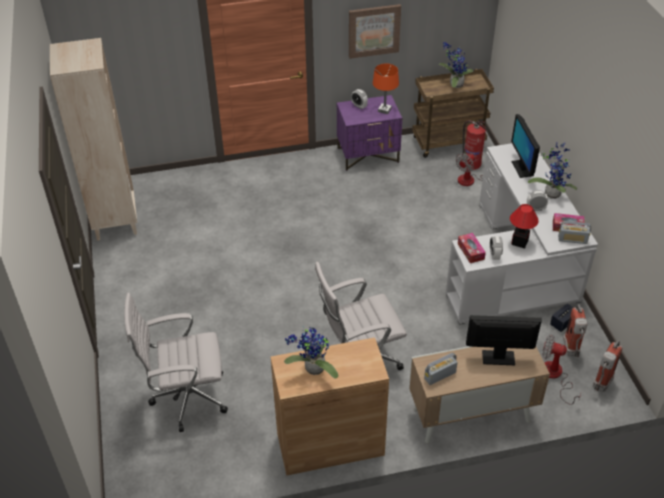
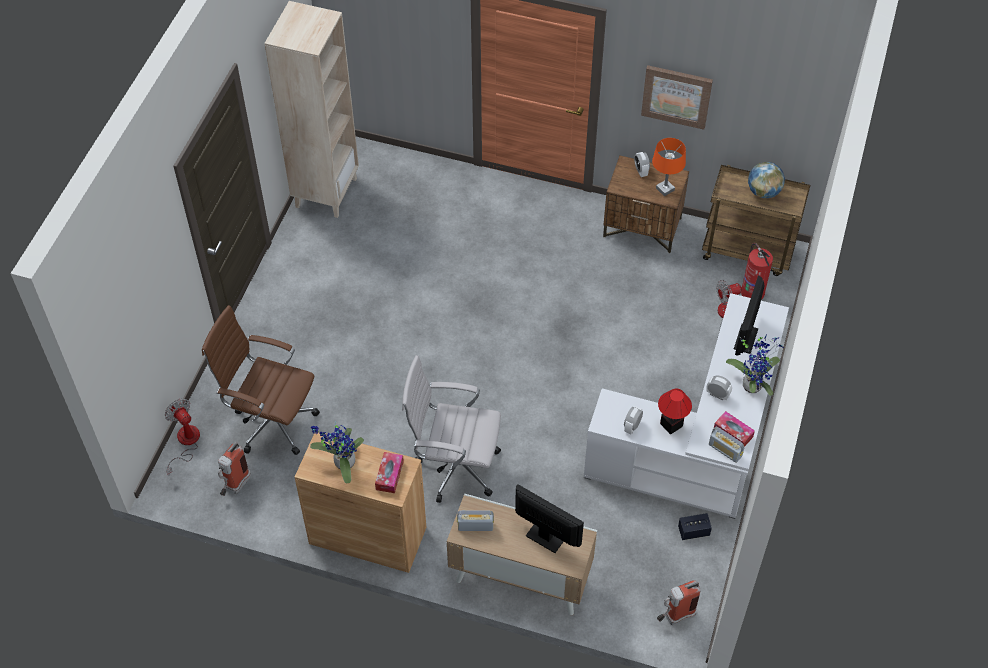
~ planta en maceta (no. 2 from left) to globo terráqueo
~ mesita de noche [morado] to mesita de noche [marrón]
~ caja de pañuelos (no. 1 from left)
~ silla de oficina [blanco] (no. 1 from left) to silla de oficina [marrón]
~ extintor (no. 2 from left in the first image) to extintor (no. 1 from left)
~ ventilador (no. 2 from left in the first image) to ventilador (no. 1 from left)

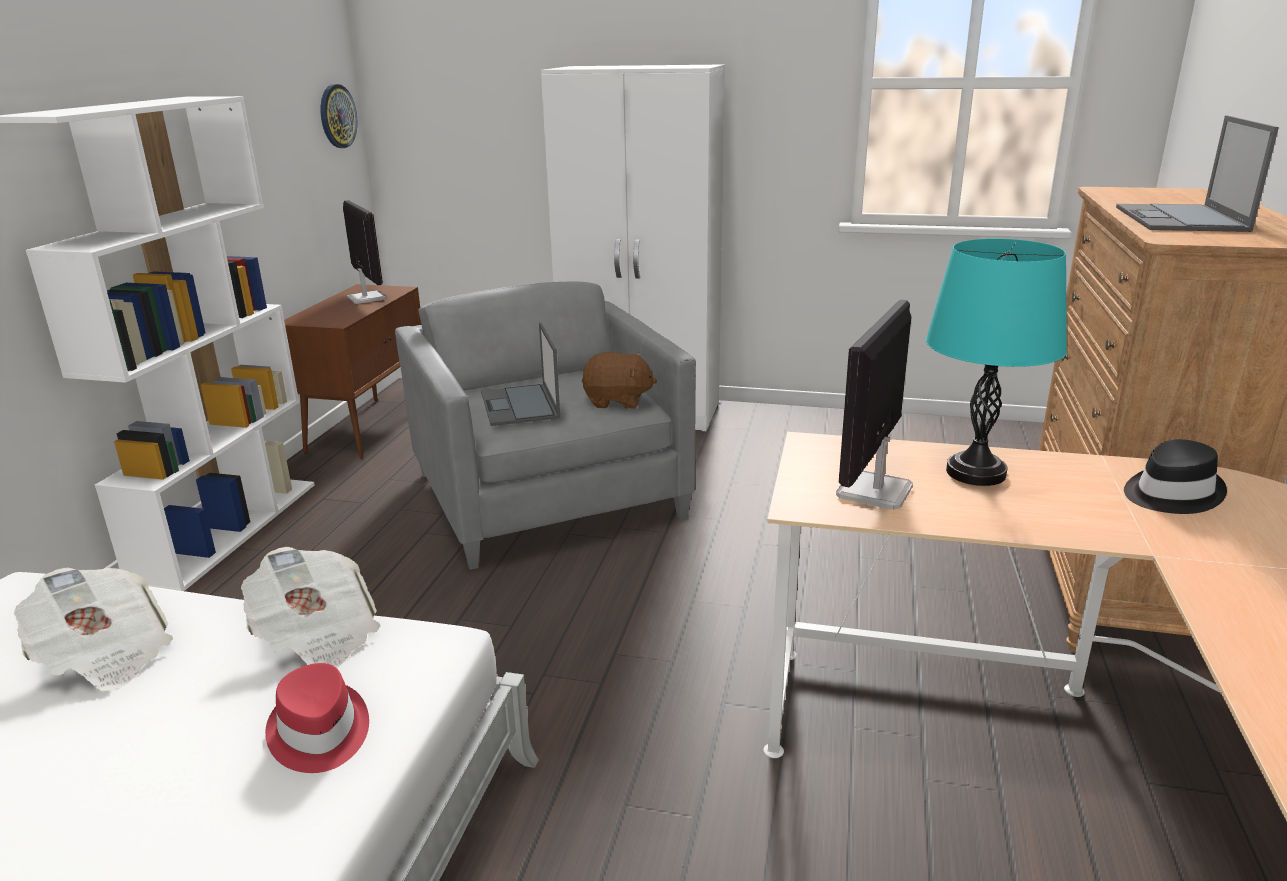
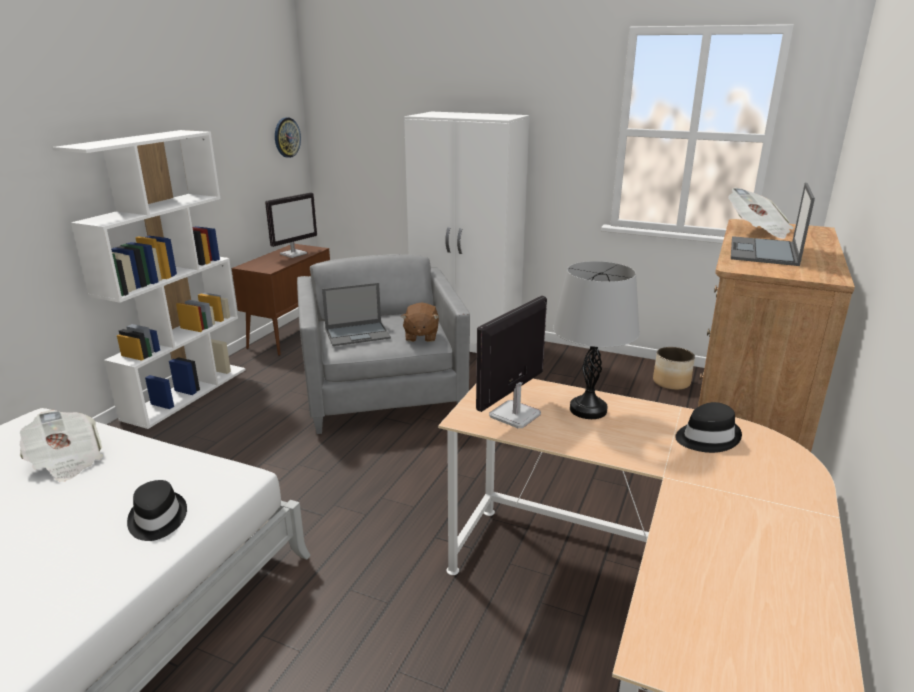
~ monitor (no. 1 from left) 60 degrees clockwise
~ lámpara de mesa [turquesa] to lámpara de mesa [gris]
~ portátil (no. 1 from left) 105 degrees counterclockwise
~ peluche [marrón] 75 degrees clockwise
~ periódico (no. 2 from left)
~ sombrero [rojo] to sombrero [negro] (no. 1 from left)
+ maceta

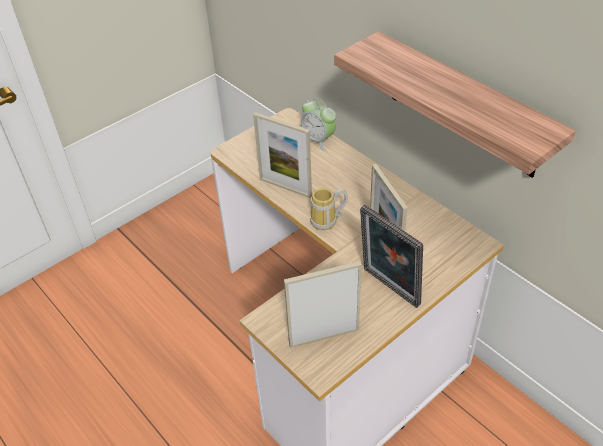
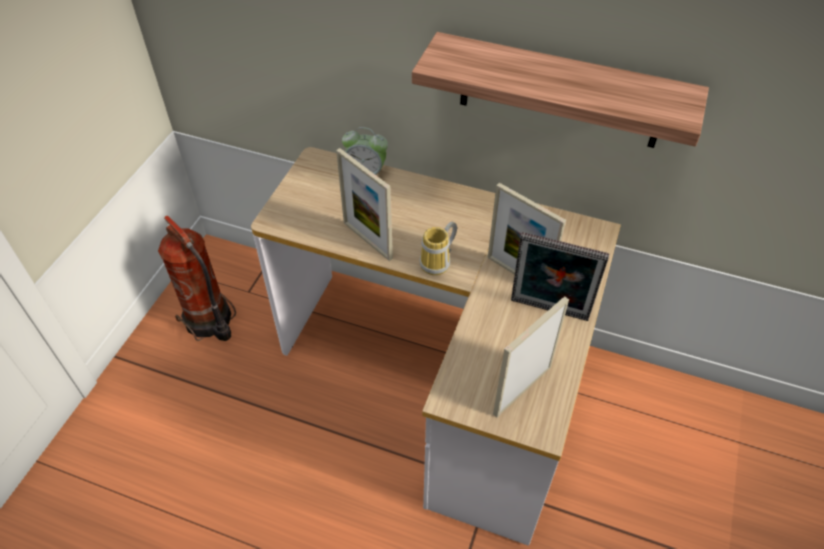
~ portarretratos (no. 1 from left) 45 degrees clockwise
+ extintor

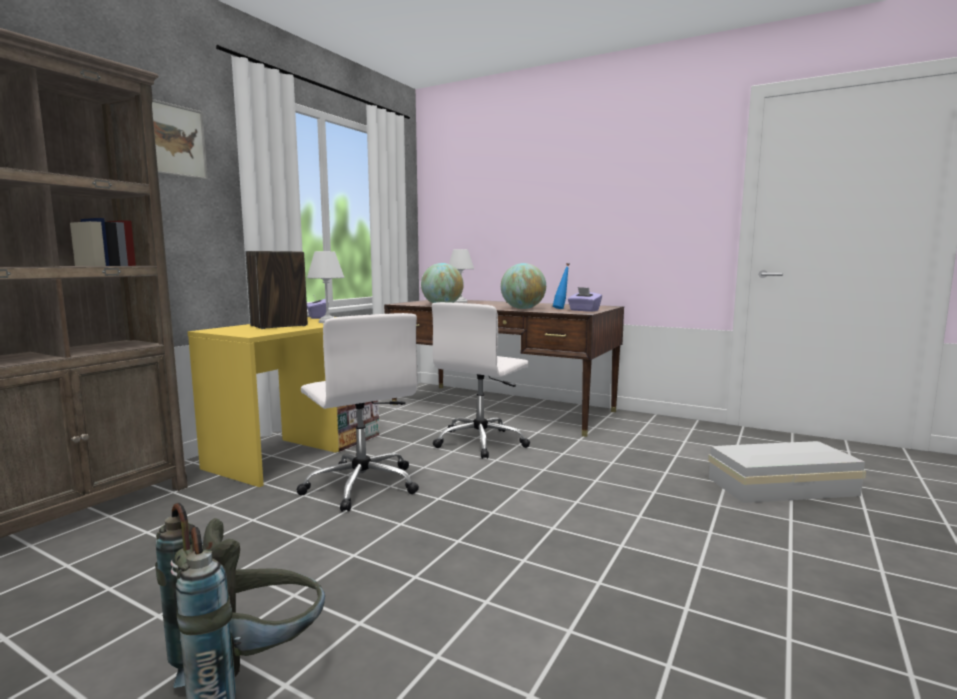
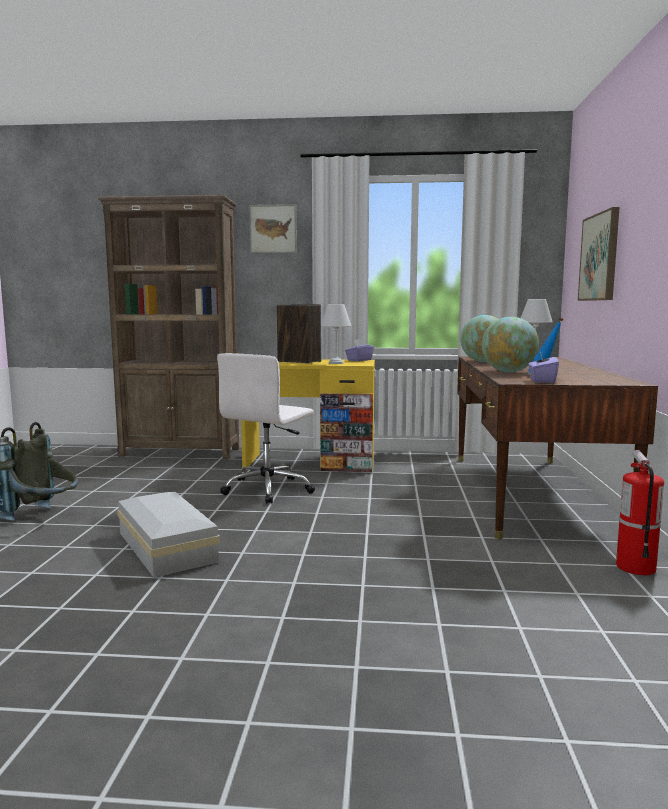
- silla de oficina [blanco] (no. 2 from left)
~ caja de almacenaje [blanco]
+ cuadro (no. 2 from left)
+ extintor

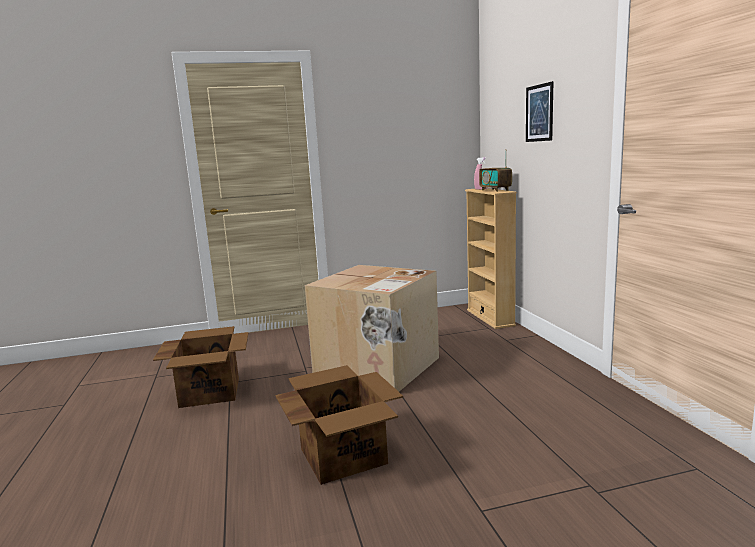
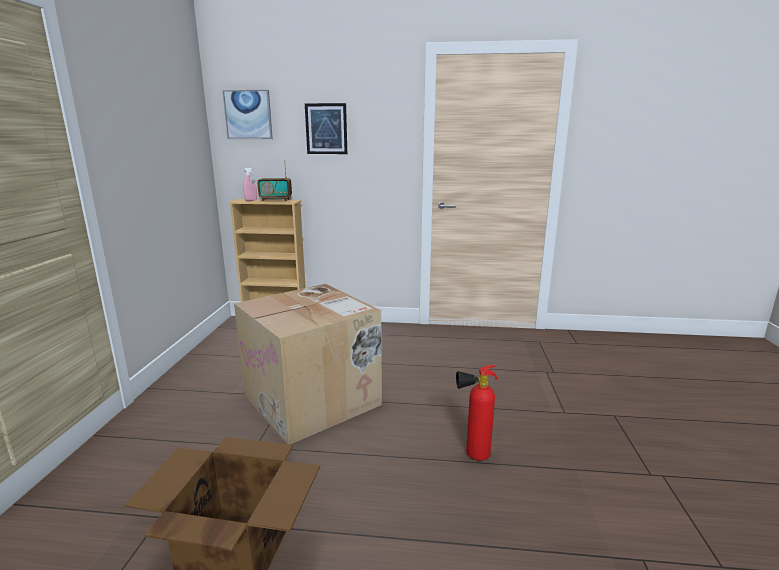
~ caja de cartón (no. 2 from left) to extintor
+ cuadro (no. 1 from left)

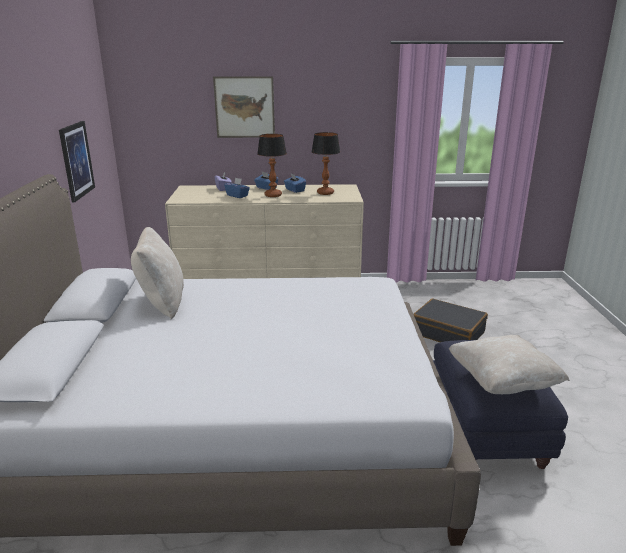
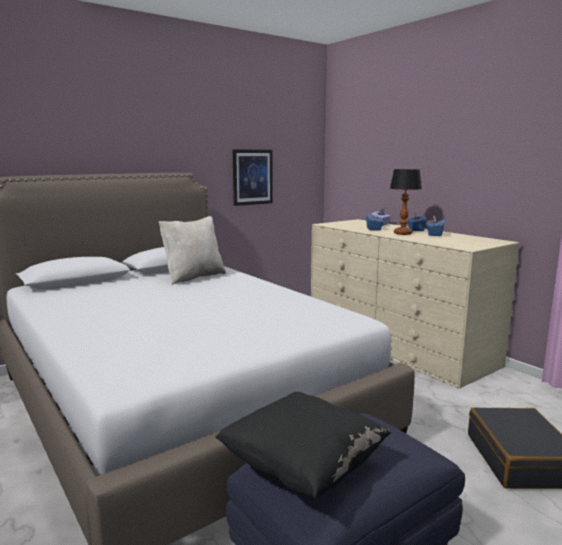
- cuadro (no. 2 from left)
- lámpara de mesa (no. 2 from left)
~ cojín [beis] (no. 2 from left) to cojín [negro]

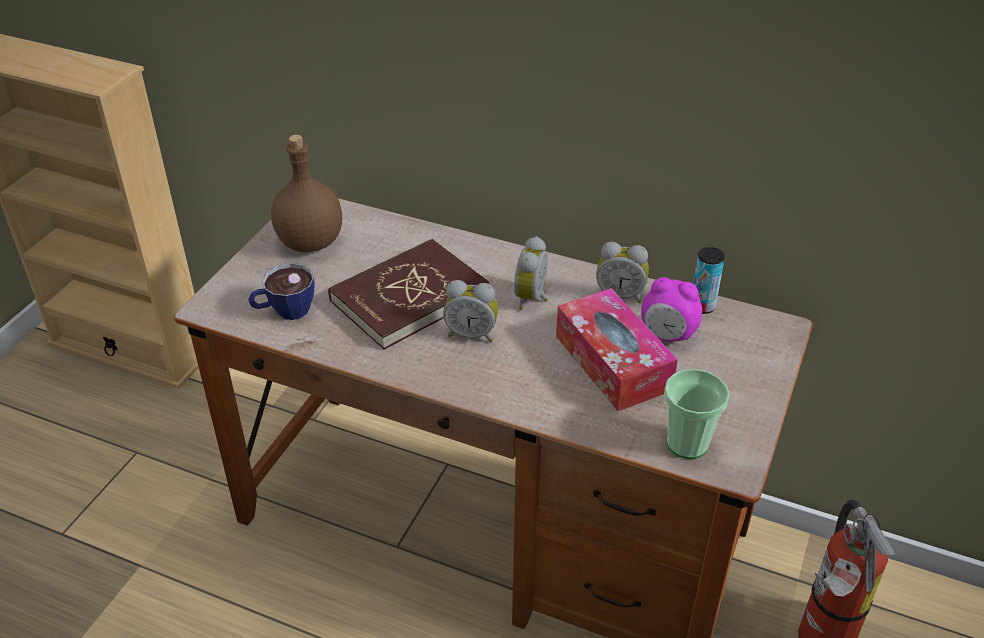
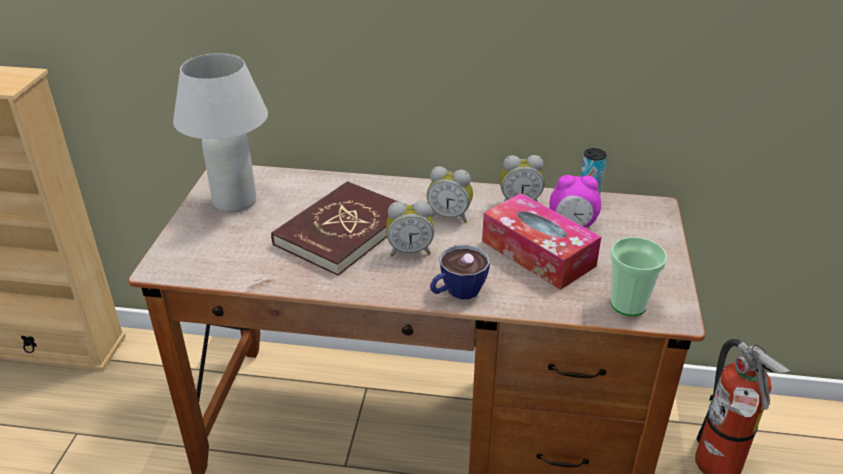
~ botella [marrón] to lámpara de mesa [blanco]
~ despertador (no. 2 from left) 75 degrees counterclockwise
~ taza (no. 1 from left)

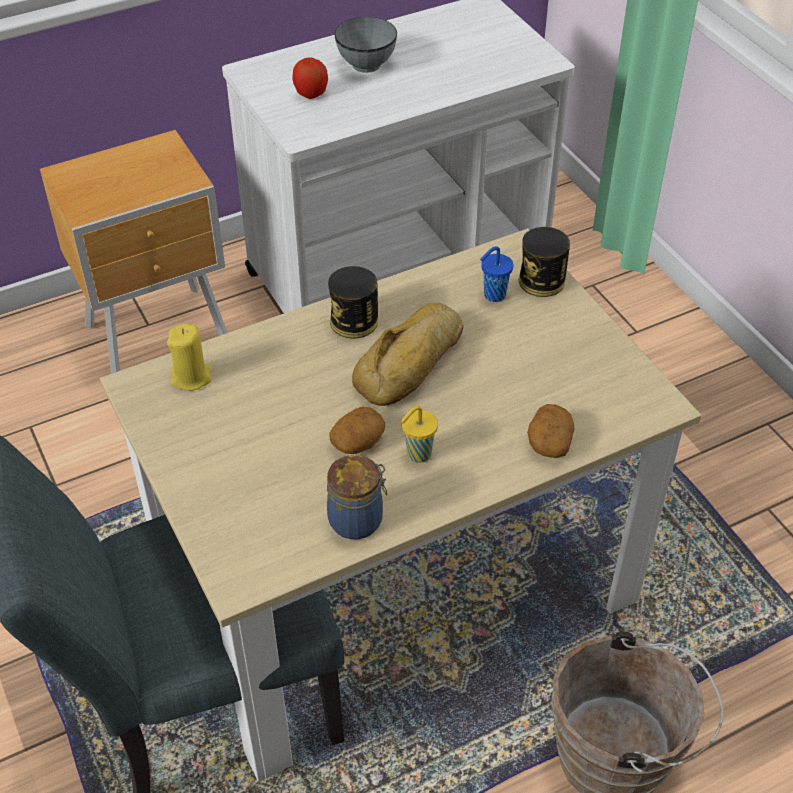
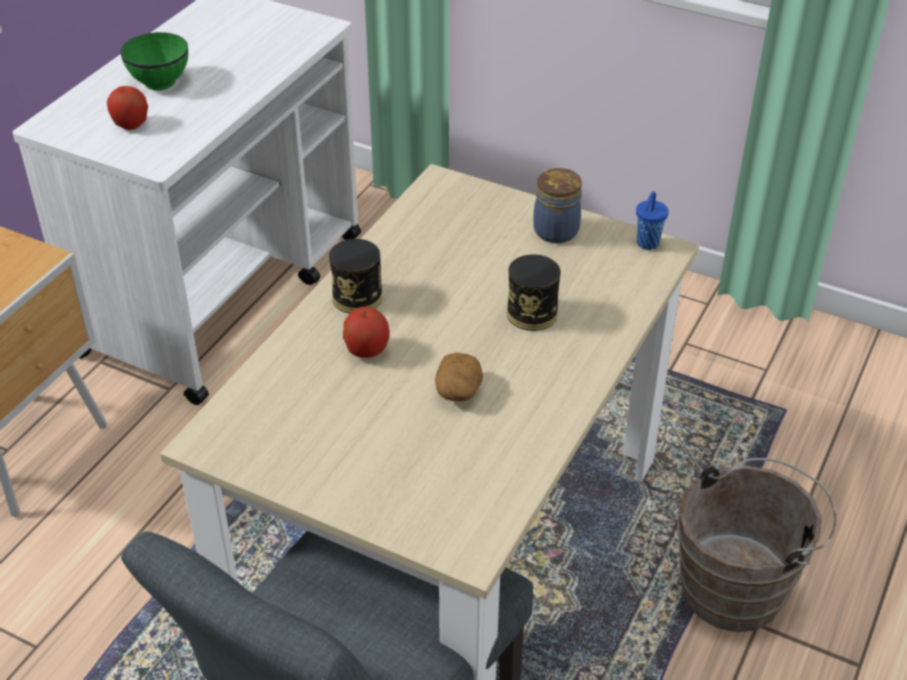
~ cuenco [gris] to cuenco [verde]
~ lata (no. 2 from left)
~ taza [azul]
- pan
- vela [amarillo]
- patata (no. 2 from left)
- taza [amarillo]
~ tarro
+ manzana (no. 2 from left)

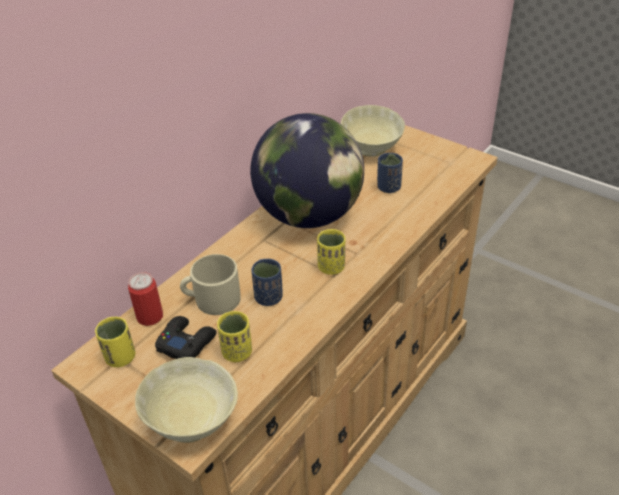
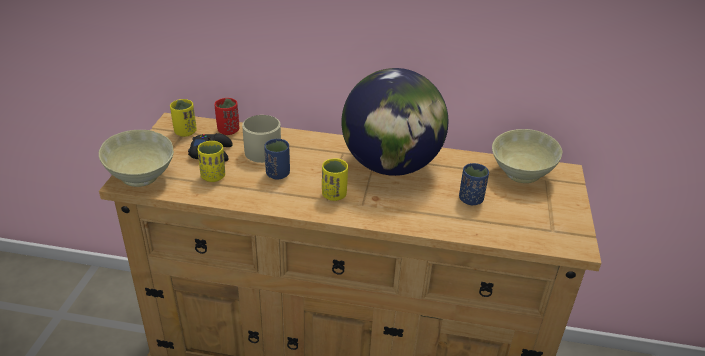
~ lata to taza [rojo]

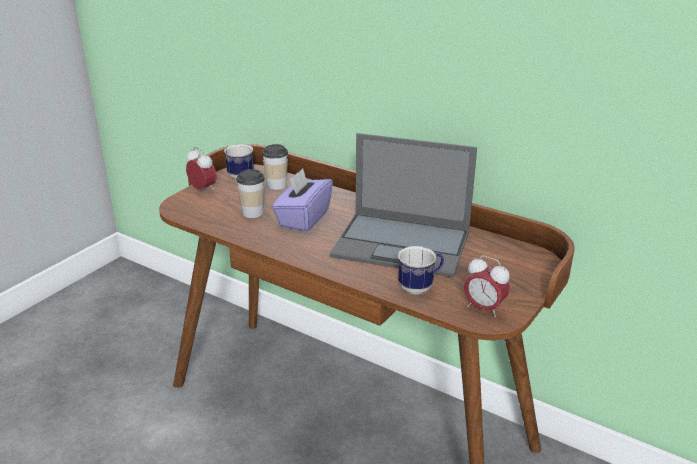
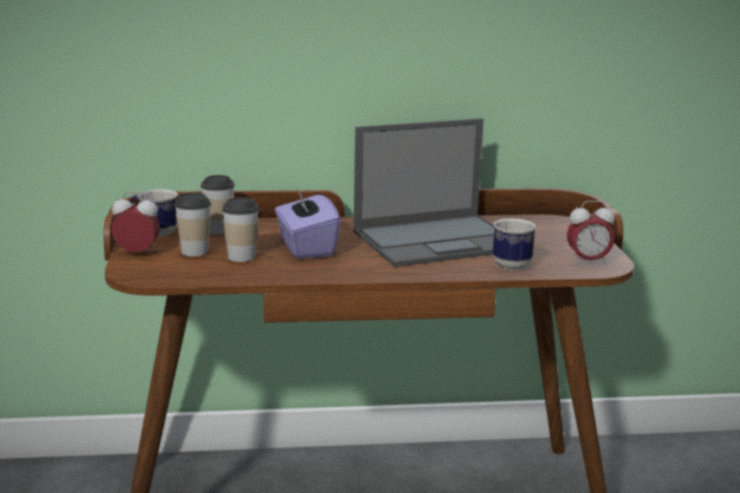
+ taza (no. 1 from left)

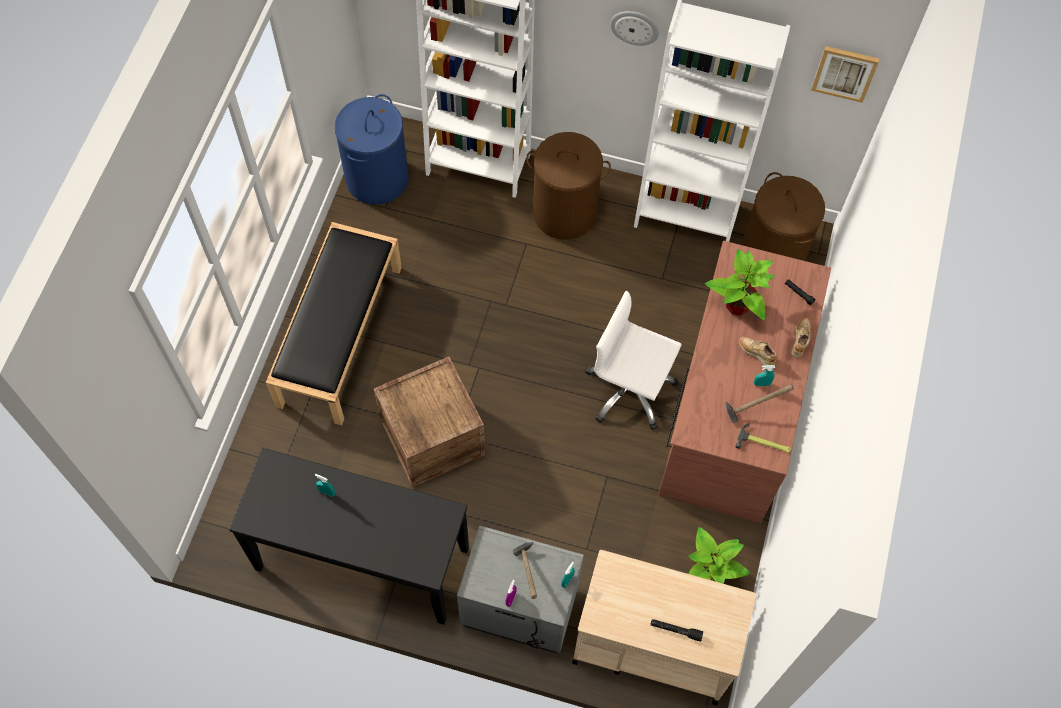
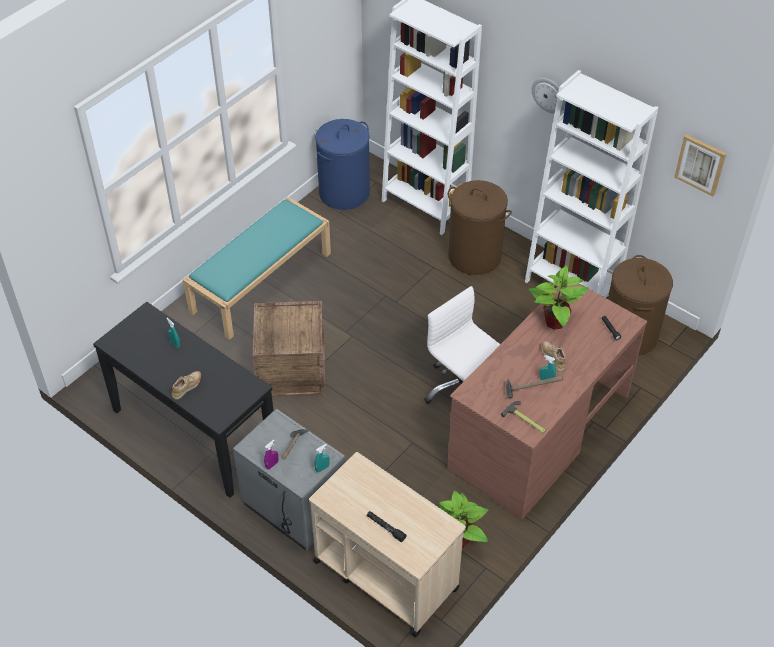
~ banco [negro] to banco [turquesa]
~ zapato [beis] (no. 2 from left in the first image) to zapato [beis] (no. 1 from left)

